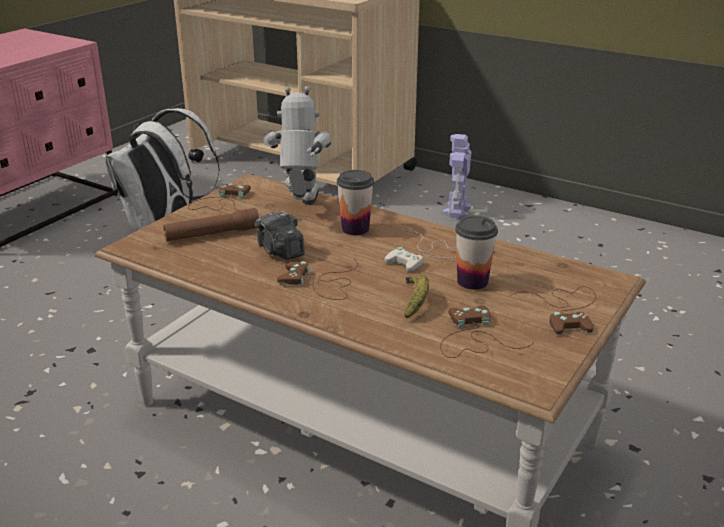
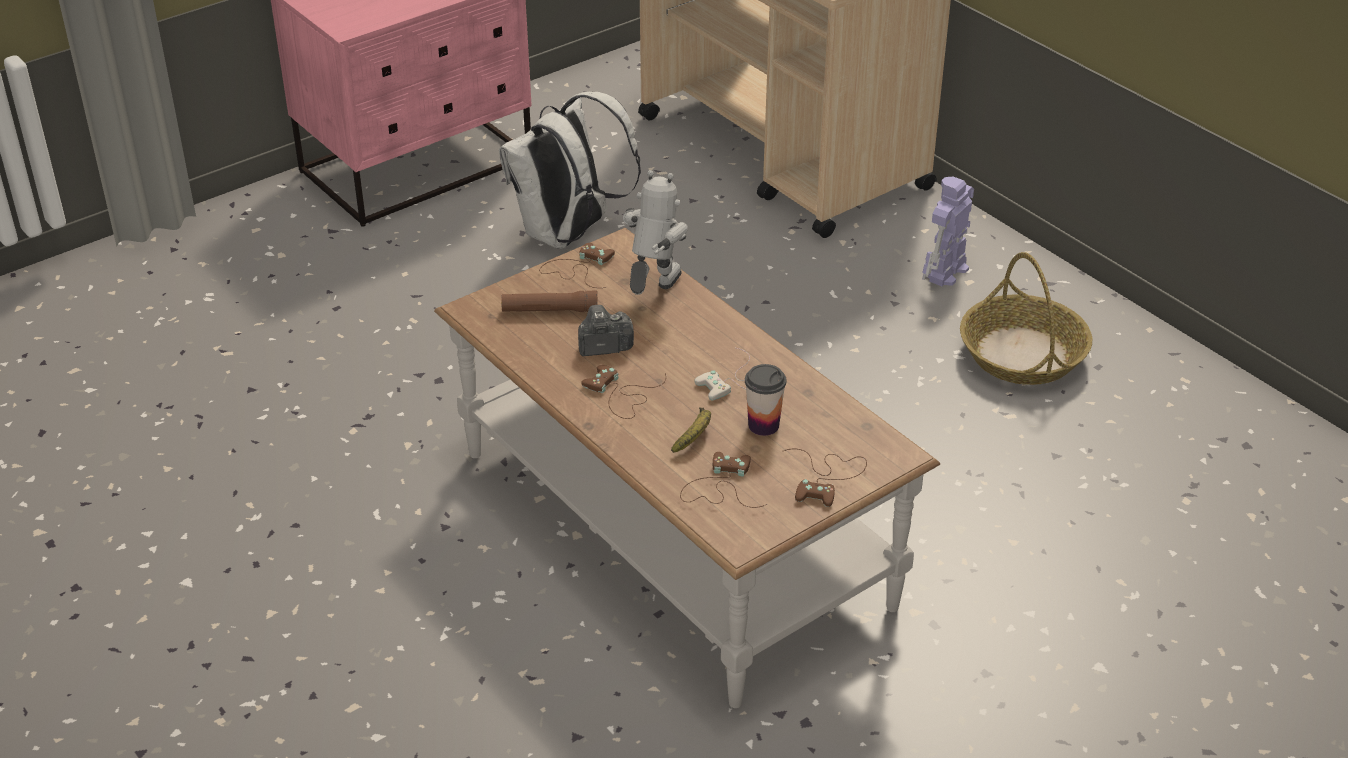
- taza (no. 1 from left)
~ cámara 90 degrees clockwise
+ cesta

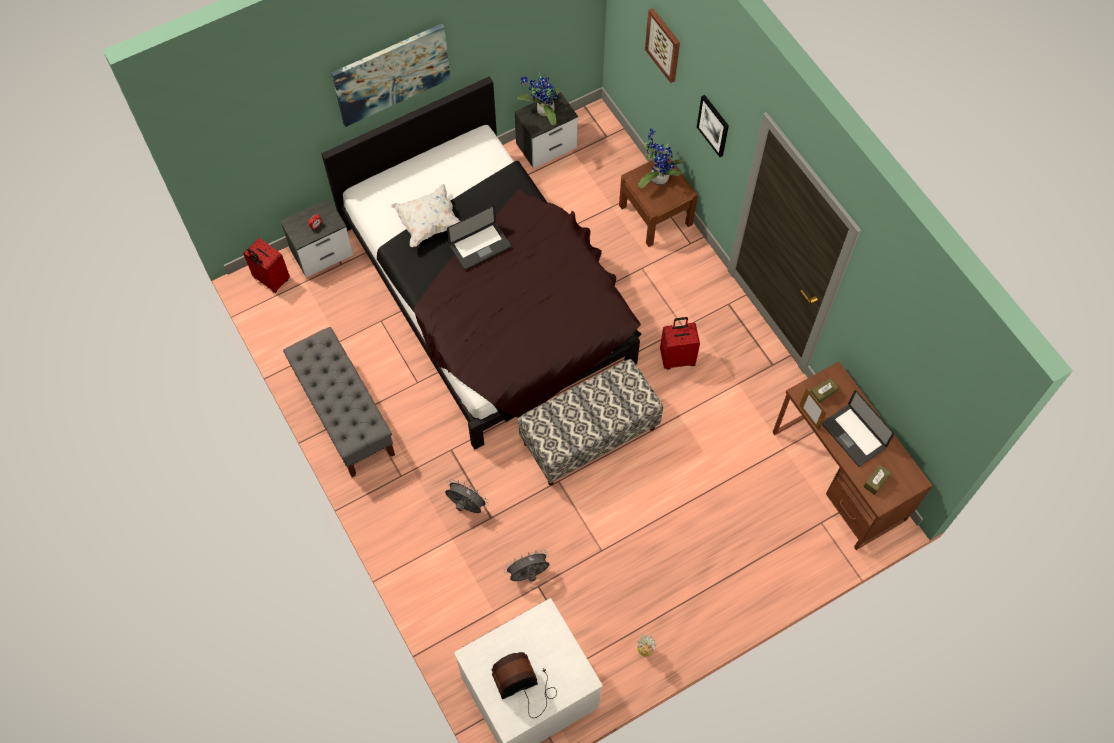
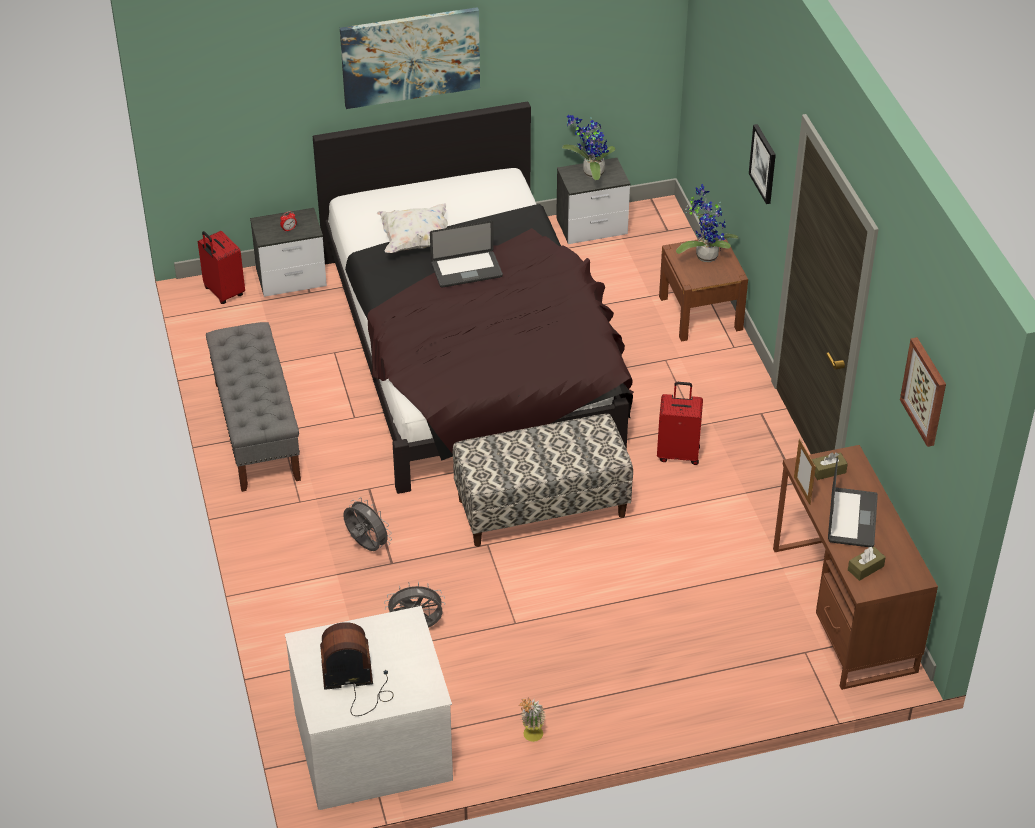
~ cuadro (no. 2 from left in the first image) to cuadro (no. 3 from left)
~ portátil (no. 2 from left) 150 degrees counterclockwise

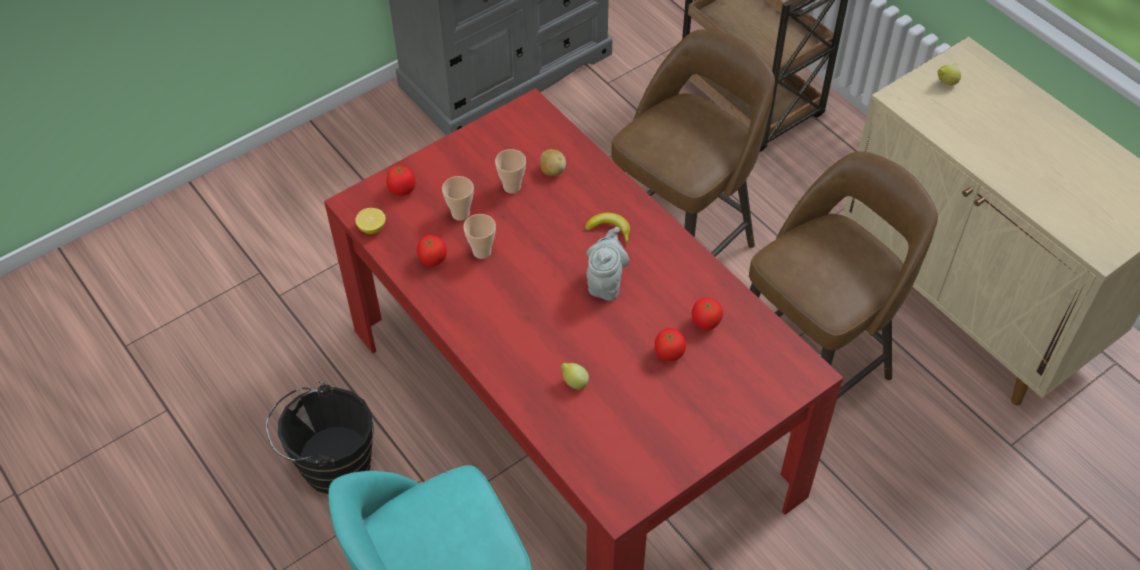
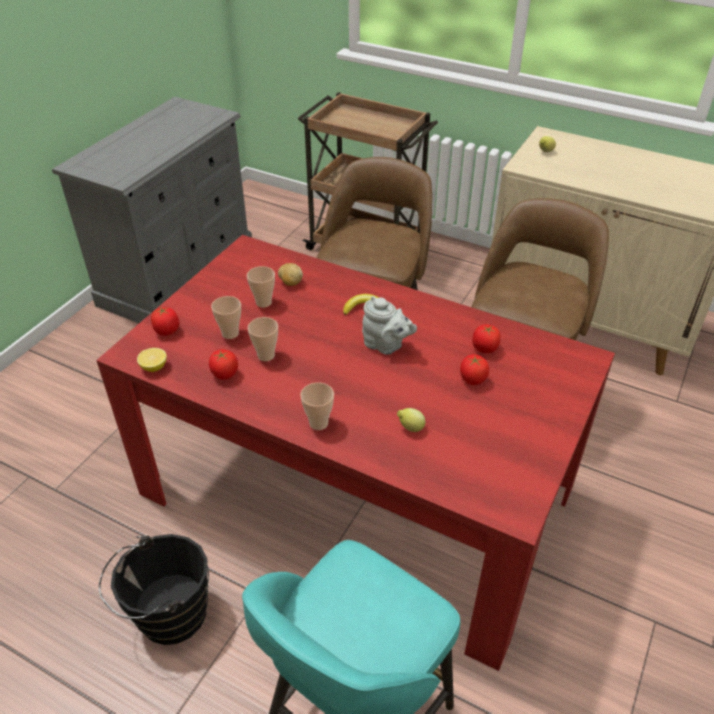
~ tetera [gris] 135 degrees clockwise
+ taza (no. 4 from left)

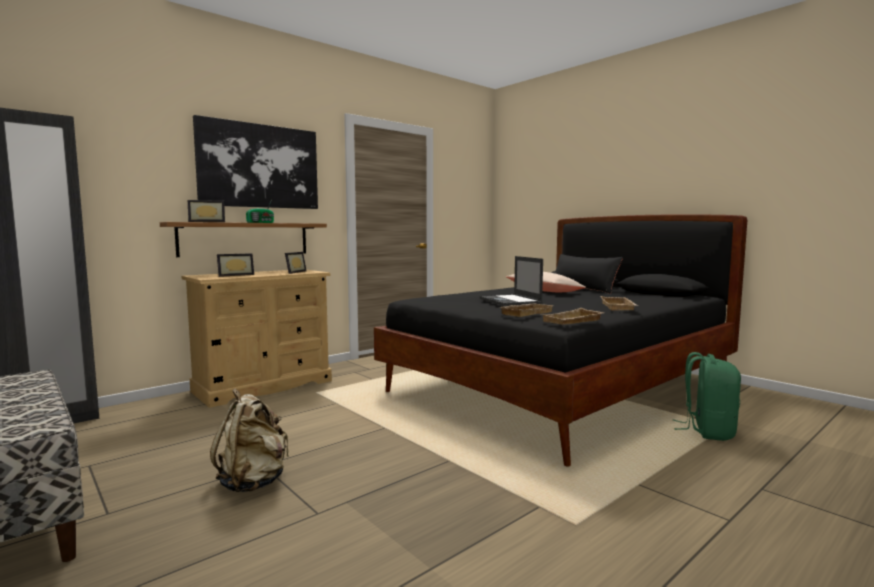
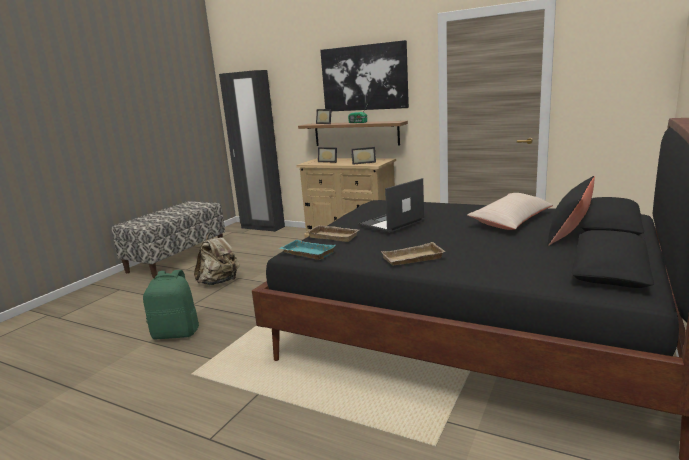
~ bandeja [beis] (no. 2 from left) to bandeja [turquesa]
~ mochila [verde]

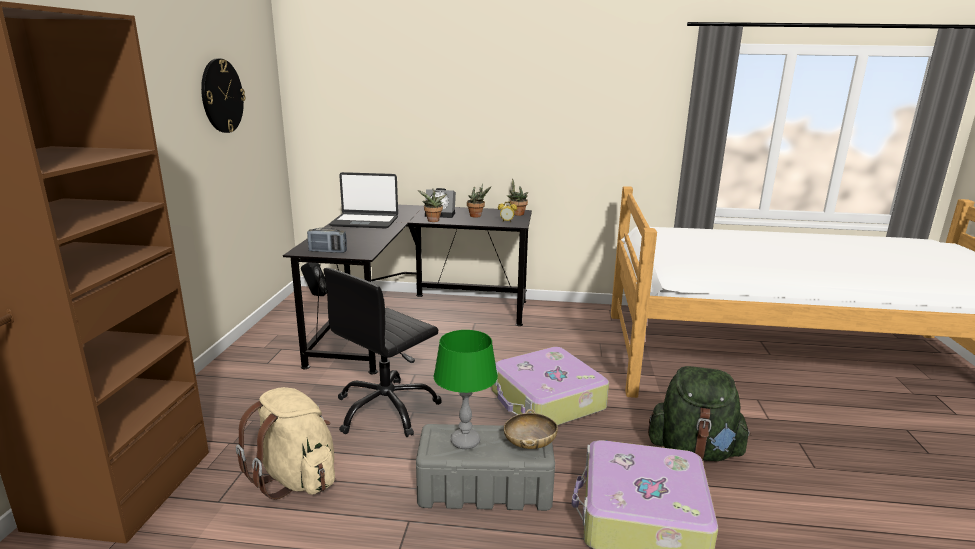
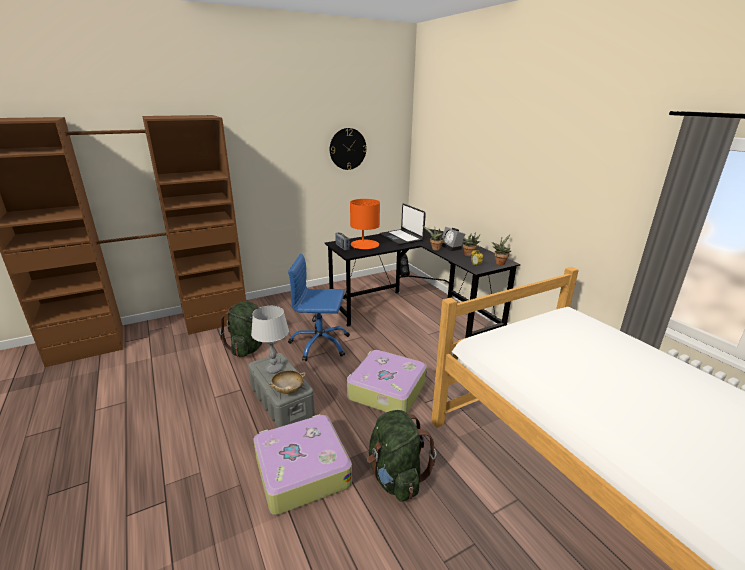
~ silla de oficina [negro] to silla de oficina [azul]
~ lámpara de mesa [verde] to lámpara de mesa [gris]
~ mochila [beis] to mochila [verde] (no. 1 from left)
+ lámpara de mesa [naranja]

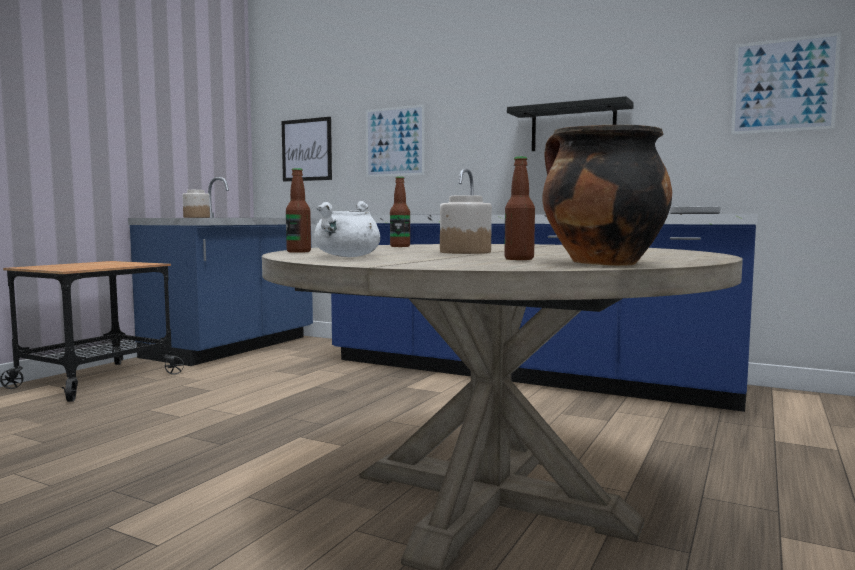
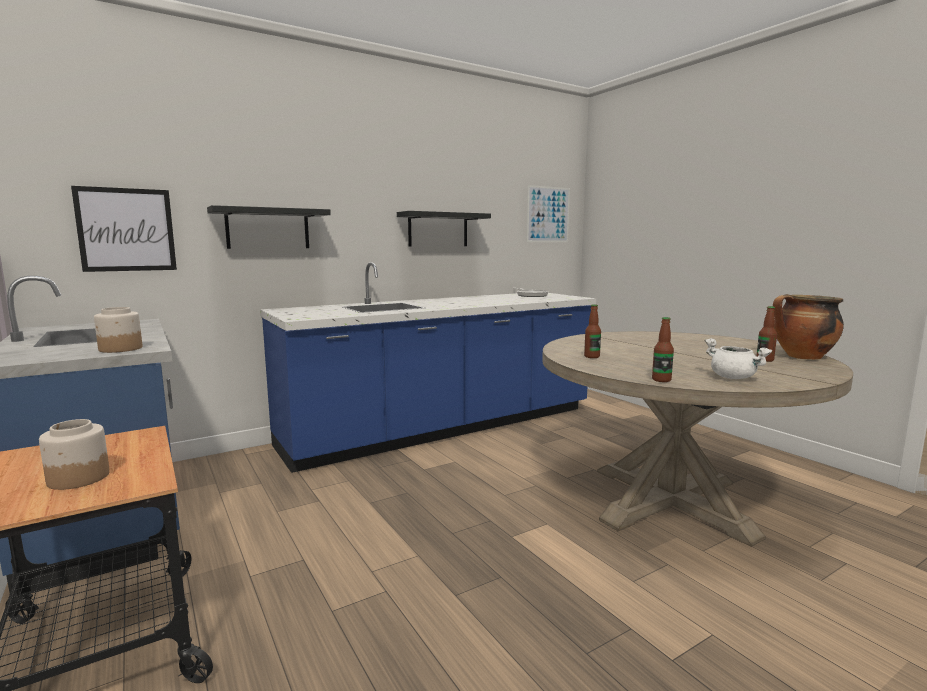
~ cuadro (no. 2 from left) to estante [negro] (no. 1 from left)
~ tarro (no. 2 from left in the first image) to tarro (no. 1 from left)

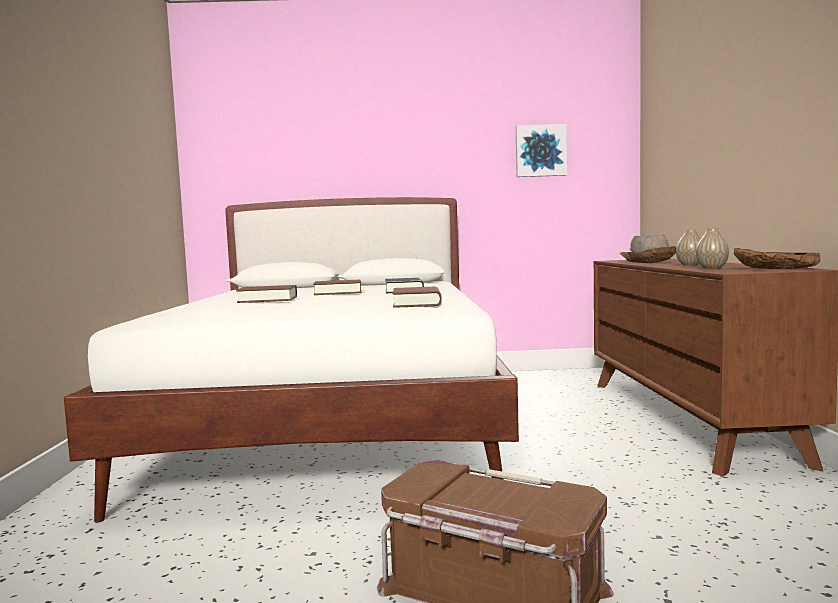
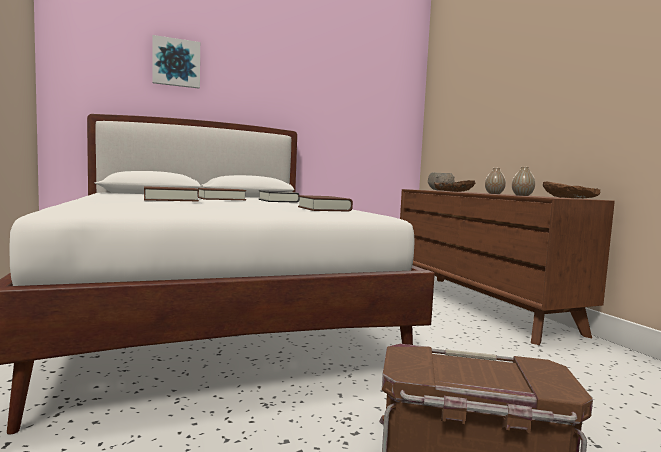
~ cuadro

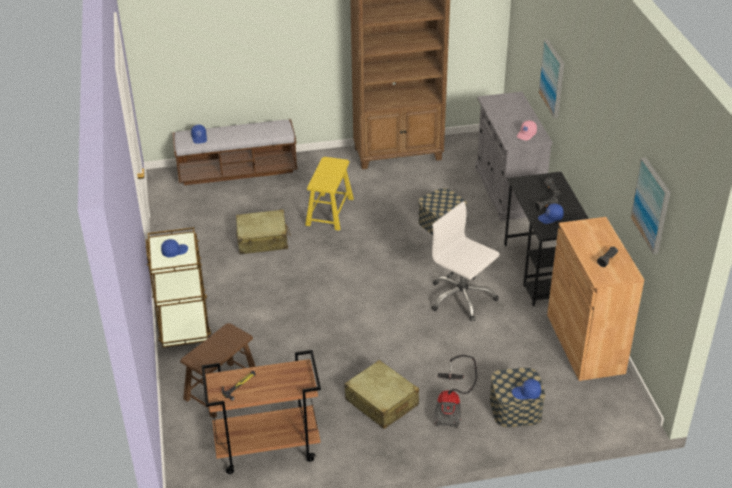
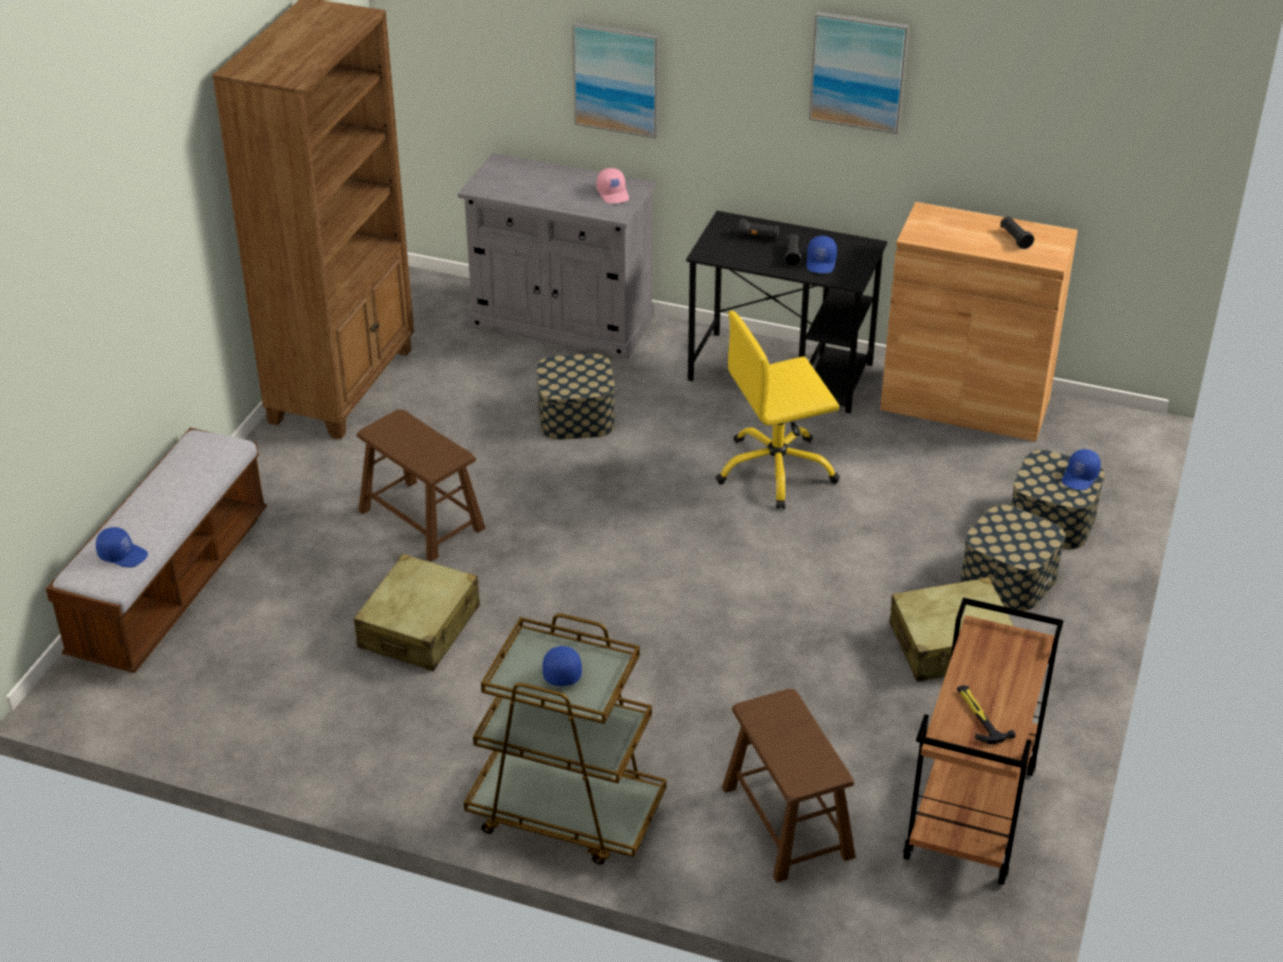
~ taburete [amarillo] to taburete [marrón] (no. 1 from left)
~ cuadro (no. 2 from left)
~ silla de oficina [blanco] to silla de oficina [amarillo]
~ aspiradora to caja de almacenaje (no. 2 from left)

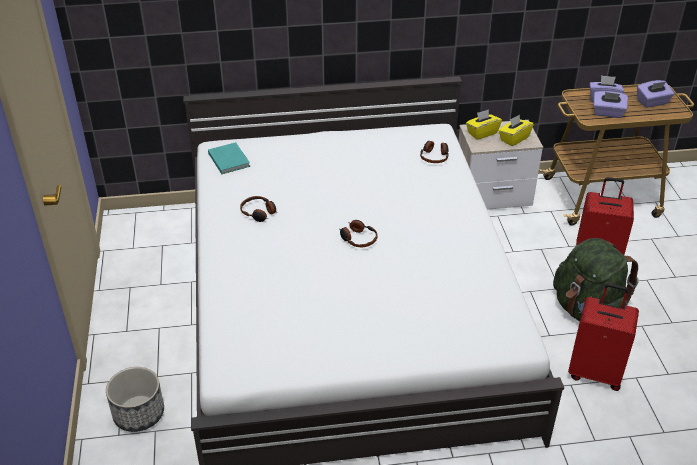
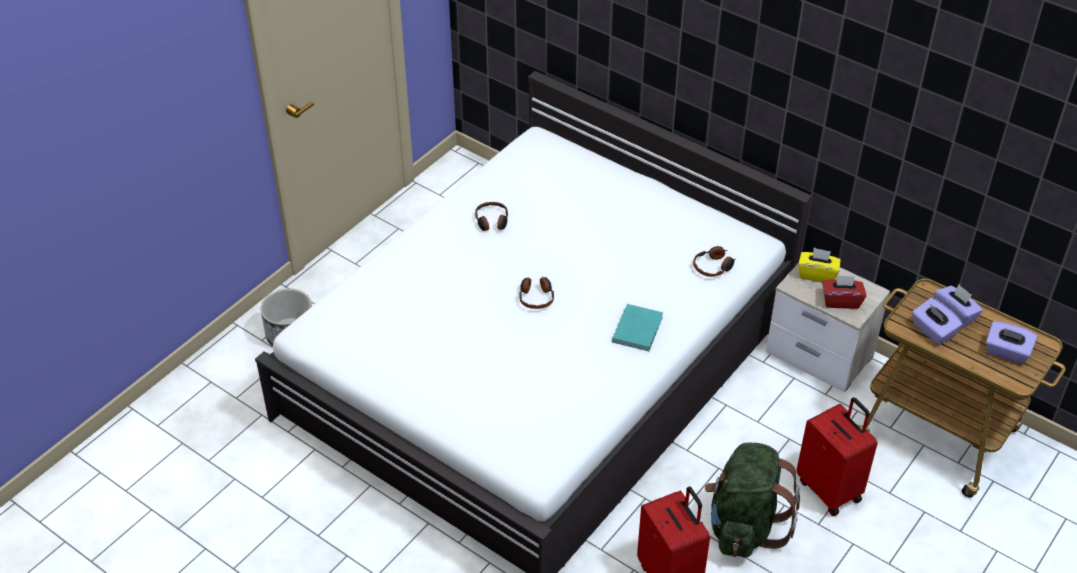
~ caja de pañuelos [amarillo] (no. 2 from left) to caja de pañuelos [rojo]
~ libro [turquesa]

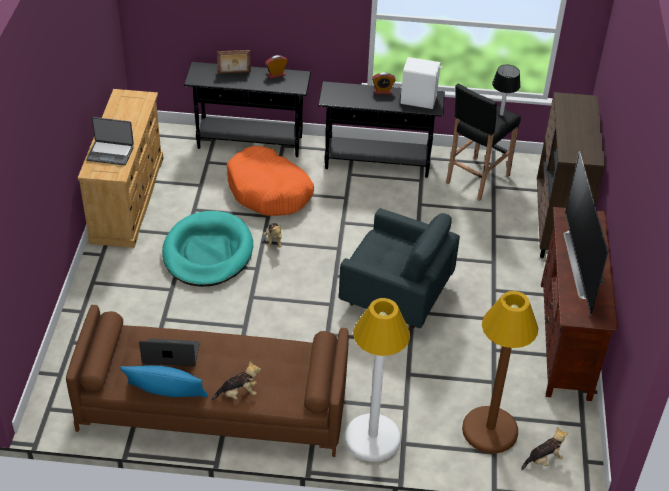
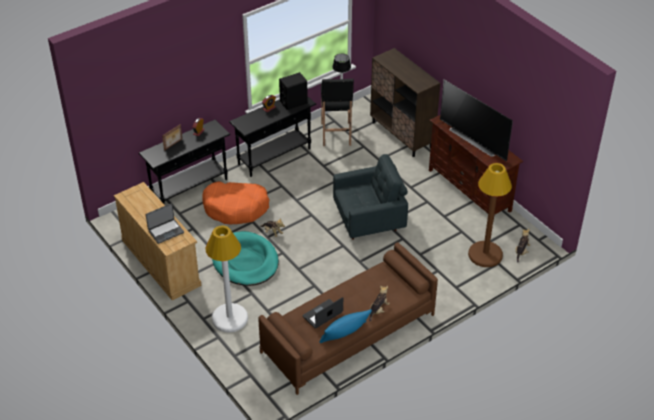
~ altavoz [blanco] to altavoz [negro]
~ lámpara de pie [blanco]

